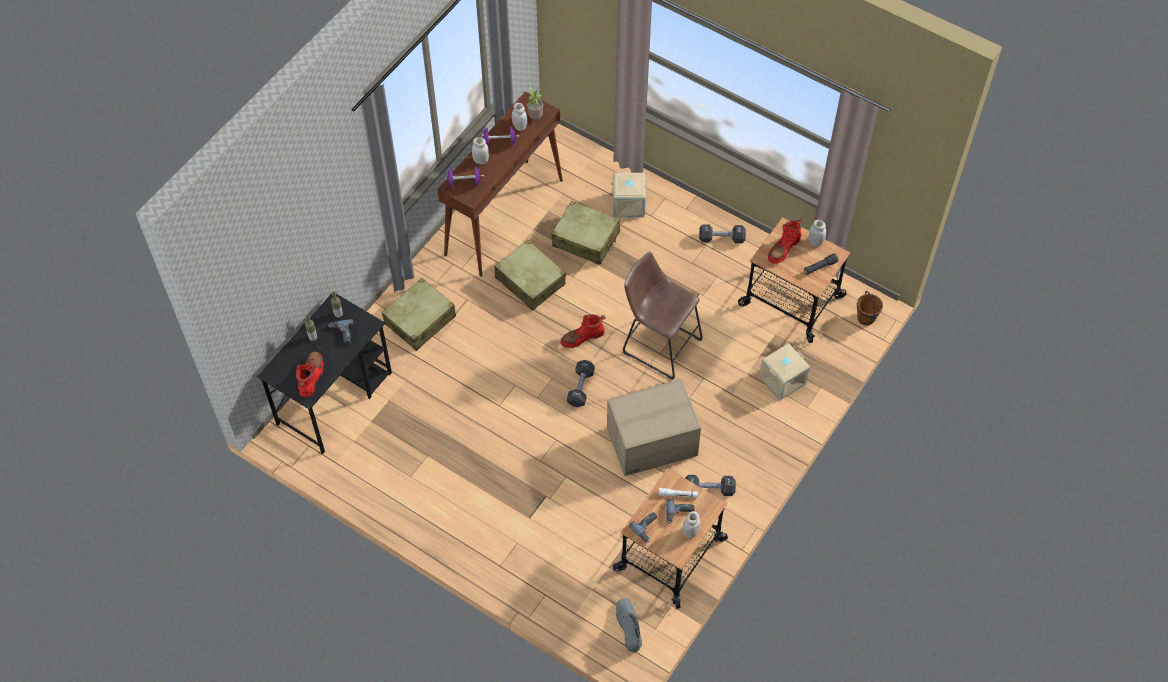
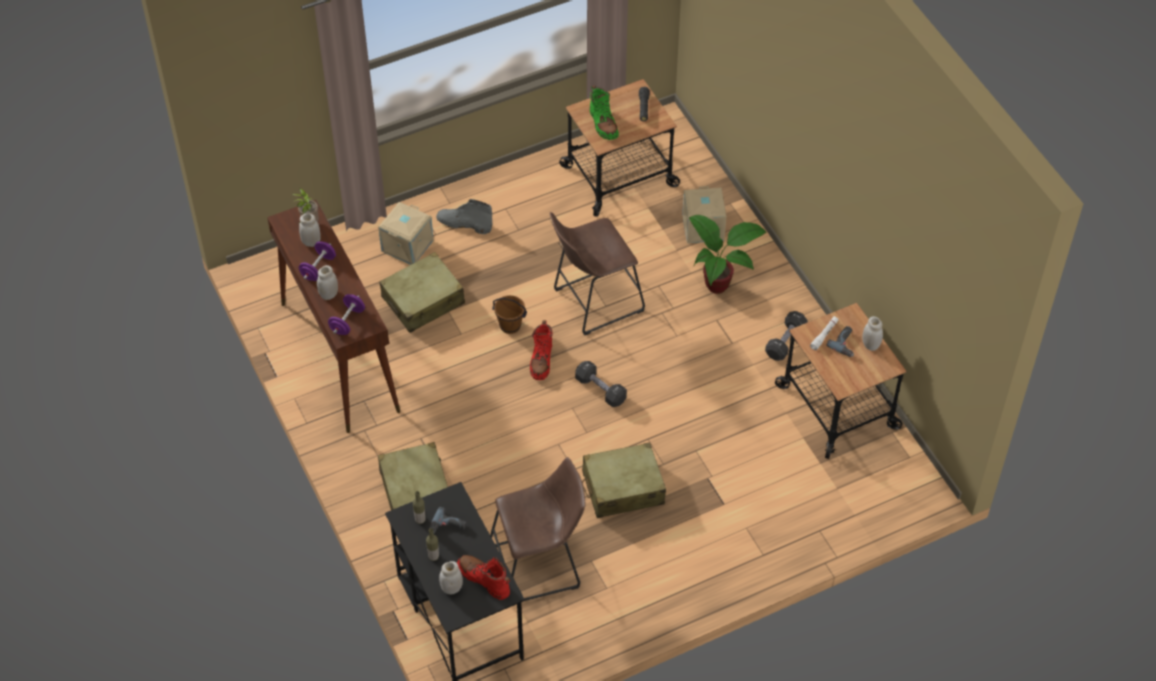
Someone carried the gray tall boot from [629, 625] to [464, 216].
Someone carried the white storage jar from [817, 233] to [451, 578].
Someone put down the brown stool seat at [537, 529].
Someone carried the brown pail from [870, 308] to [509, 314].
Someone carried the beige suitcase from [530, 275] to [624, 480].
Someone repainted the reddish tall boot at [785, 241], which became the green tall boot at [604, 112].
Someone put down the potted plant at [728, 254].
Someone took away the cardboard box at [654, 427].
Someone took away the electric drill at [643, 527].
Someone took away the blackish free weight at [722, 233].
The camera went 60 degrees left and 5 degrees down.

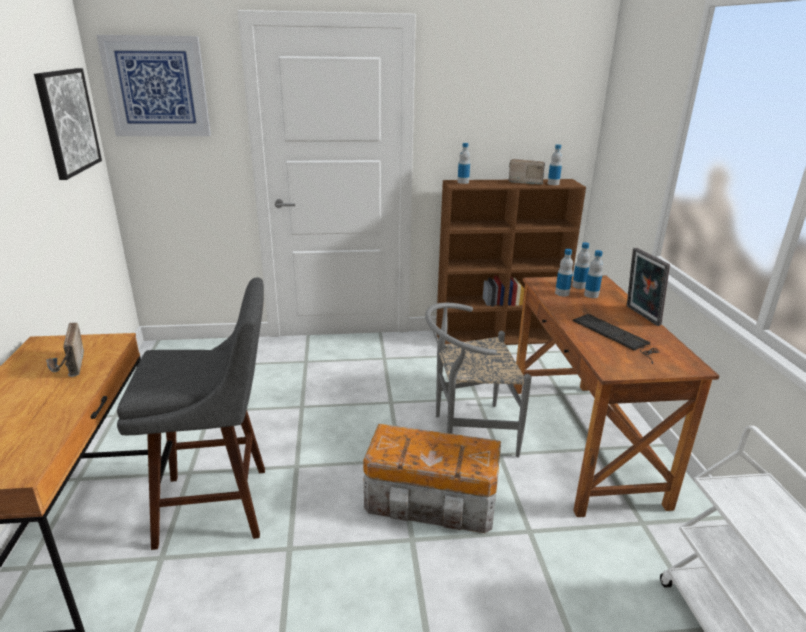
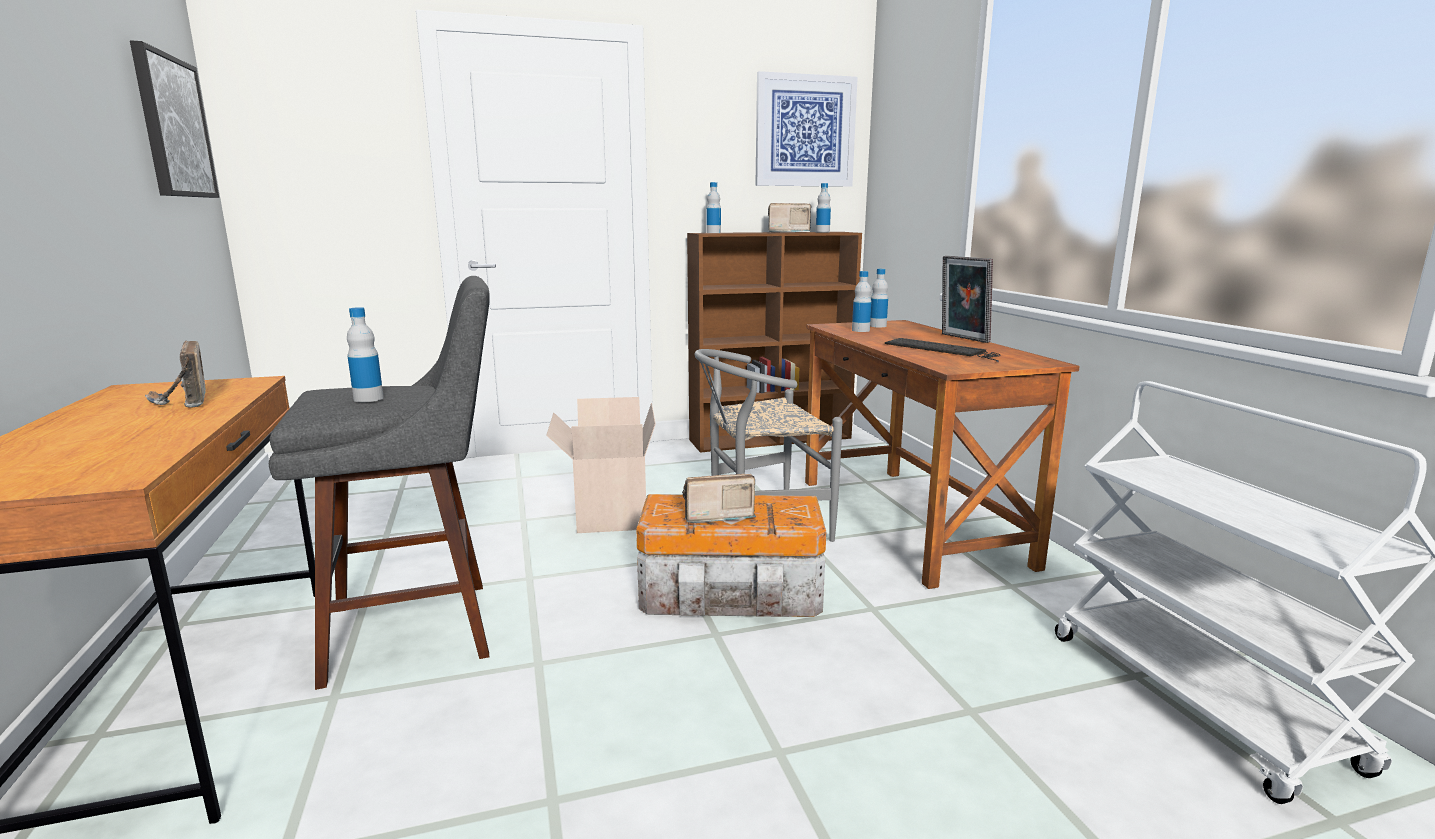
Someone carried the drink bottle from [593, 274] to [365, 354].
Someone put down the cardboard box at [601, 465].
Someone put down the radio receiver at [719, 498].
Someone carried the picture from [153, 85] to [806, 129].
The camera went 10 degrees left and 10 degrees down.

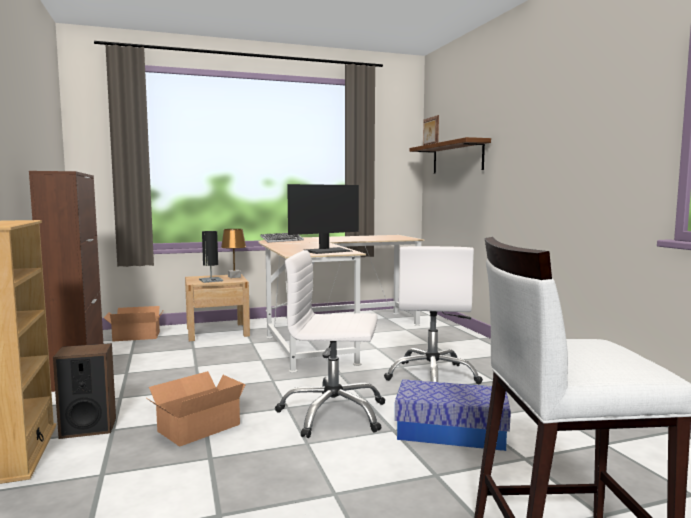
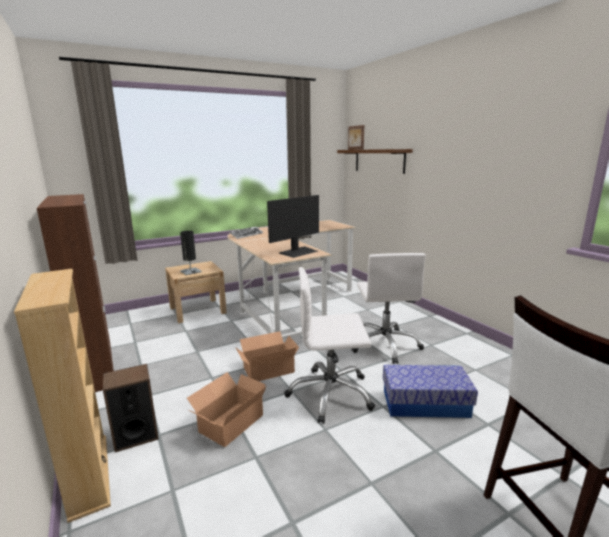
Someone carried the cardboard box from [134, 323] to [267, 356].
Someone took away the brown table lamp at [233, 253].
The camera went 10 degrees left and 10 degrees up.

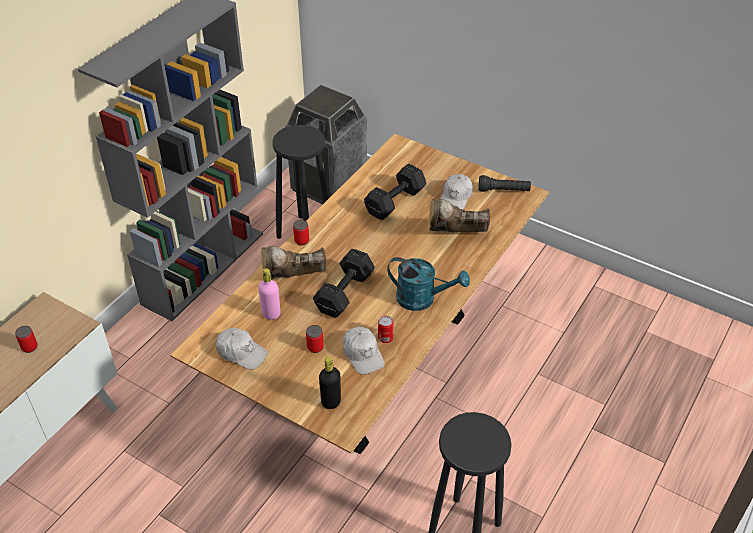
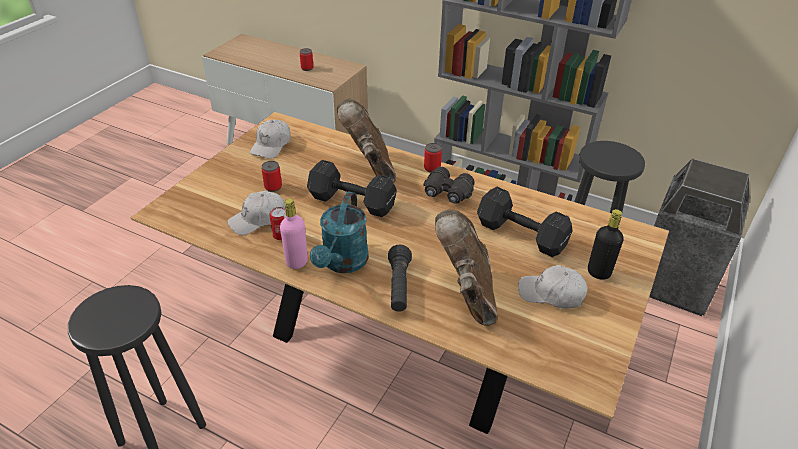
Someone carried the pink-coloured drink bottle from [269, 294] to [294, 233].
Someone carried the blackish torch from [504, 183] to [400, 278].
Someone put down the blackish pair of binoculars at [449, 185].
Someone carried the blackish drink bottle from [330, 383] to [606, 244].
The camera went 85 degrees right and 5 degrees down.

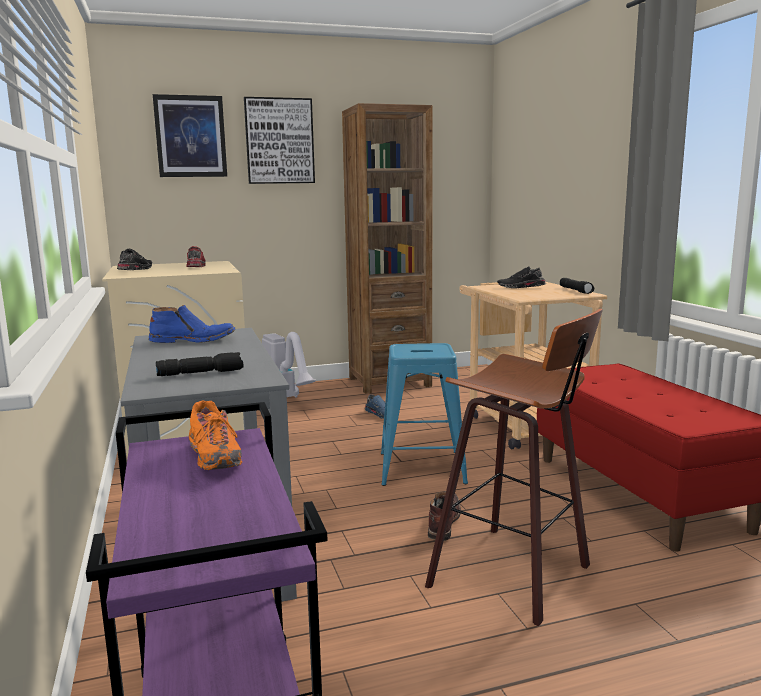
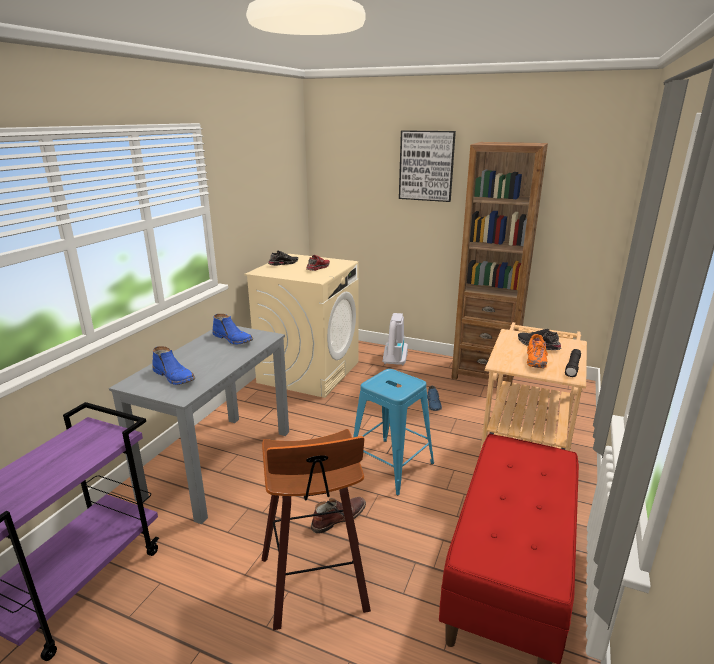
Someone swapped the blackish torch at [199, 364] for the blue-coloured tall boot at [173, 365].
Someone carried the orange shoe from [215, 435] to [537, 351].
Someone took away the picture at [190, 135].
The camera went 40 degrees right and 10 degrees up.

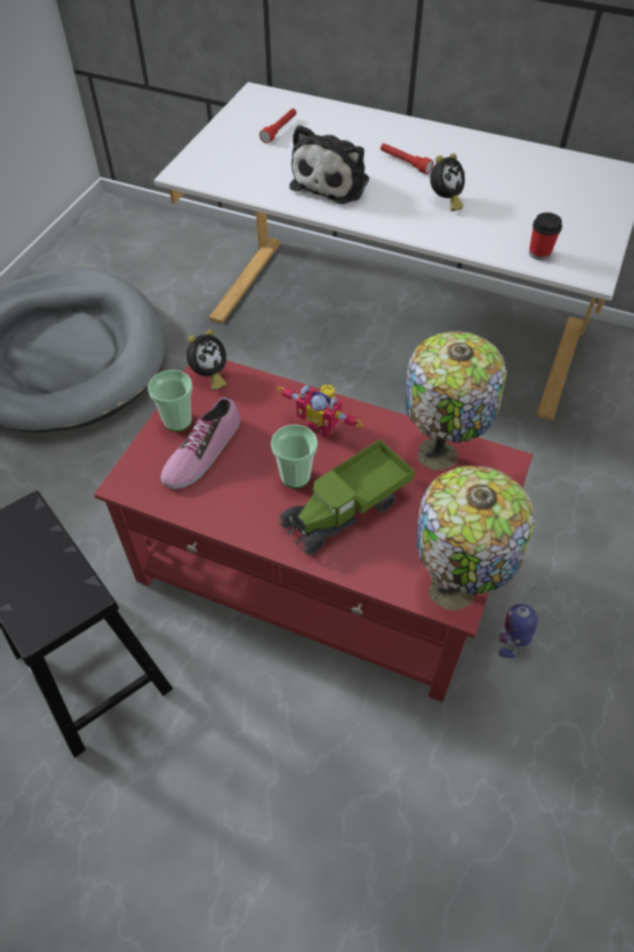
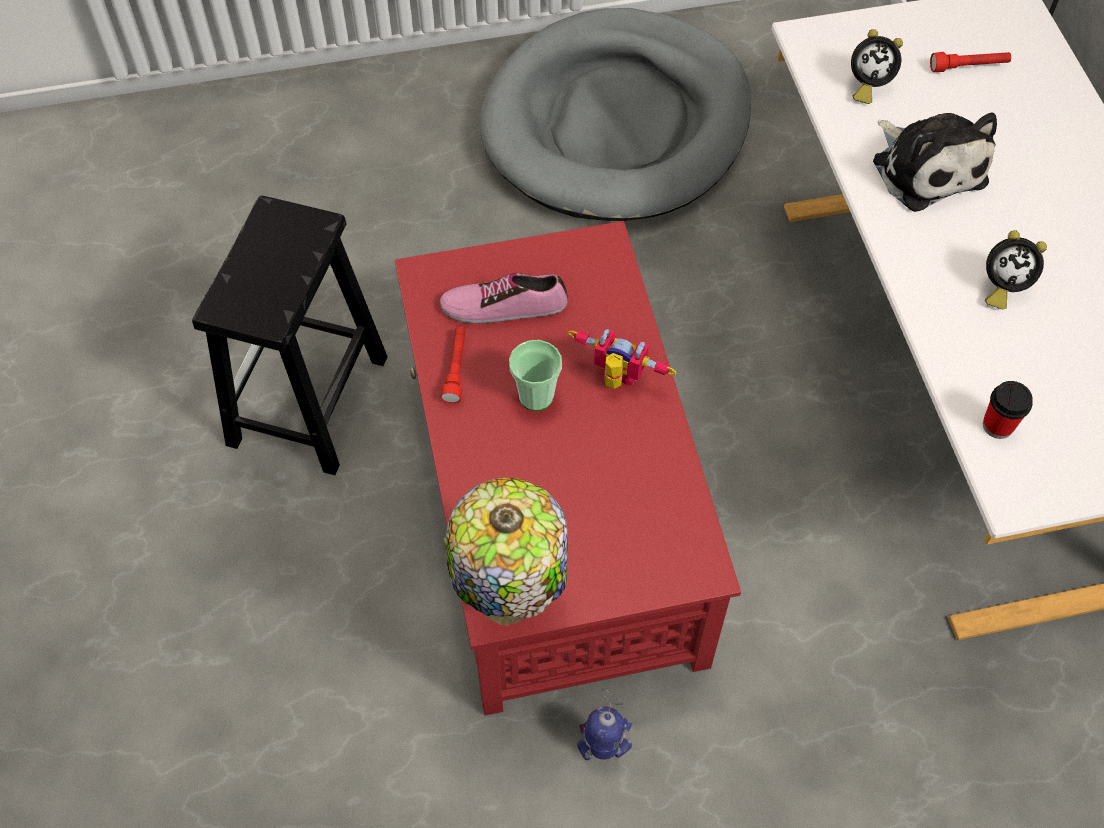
Someone carried the reddish torch from [407, 158] to [453, 365].
Someone rotated the robot figure at [320, 411] by 120 degrees clockwise.
Someone carried the alarm clock from [206, 359] to [877, 66].
Someone rotated the soft toy at [329, 164] by 105 degrees counterclockwise.
Someone took away the drinking cup at [170, 400].
Someone took away the toy truck at [347, 497].
Someone took away the table lamp at [456, 400].
The camera went 55 degrees right and 5 degrees up.

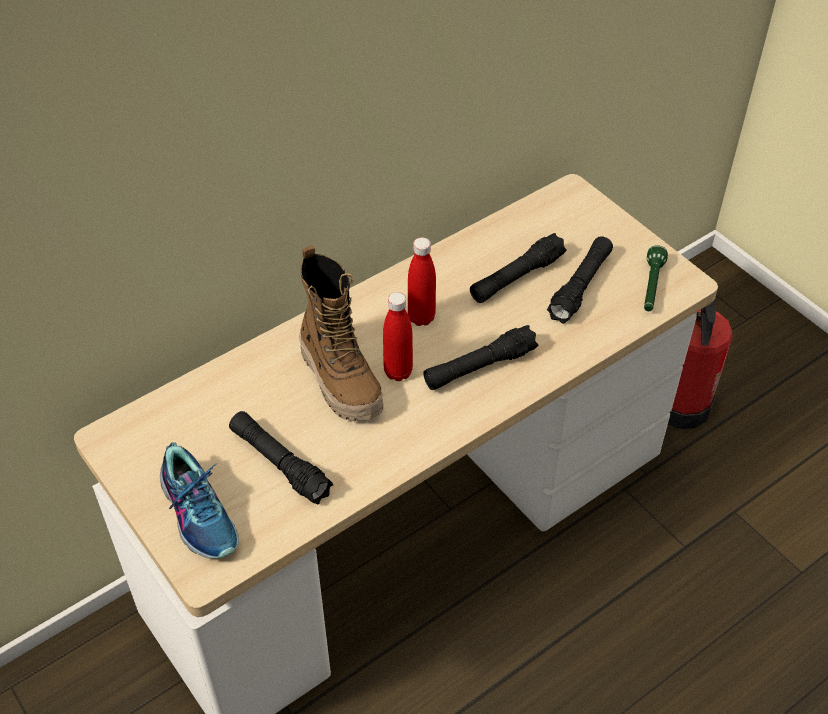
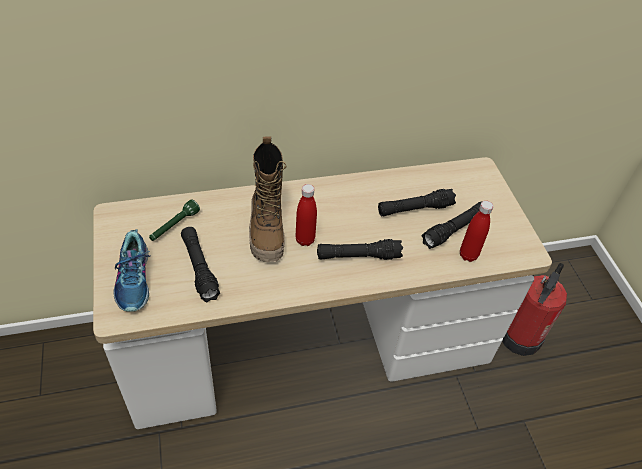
Someone carried the green torch from [656, 278] to [174, 220].
Someone carried the reddish drink bottle from [422, 281] to [477, 231].
The camera went 20 degrees right and 0 degrees up.

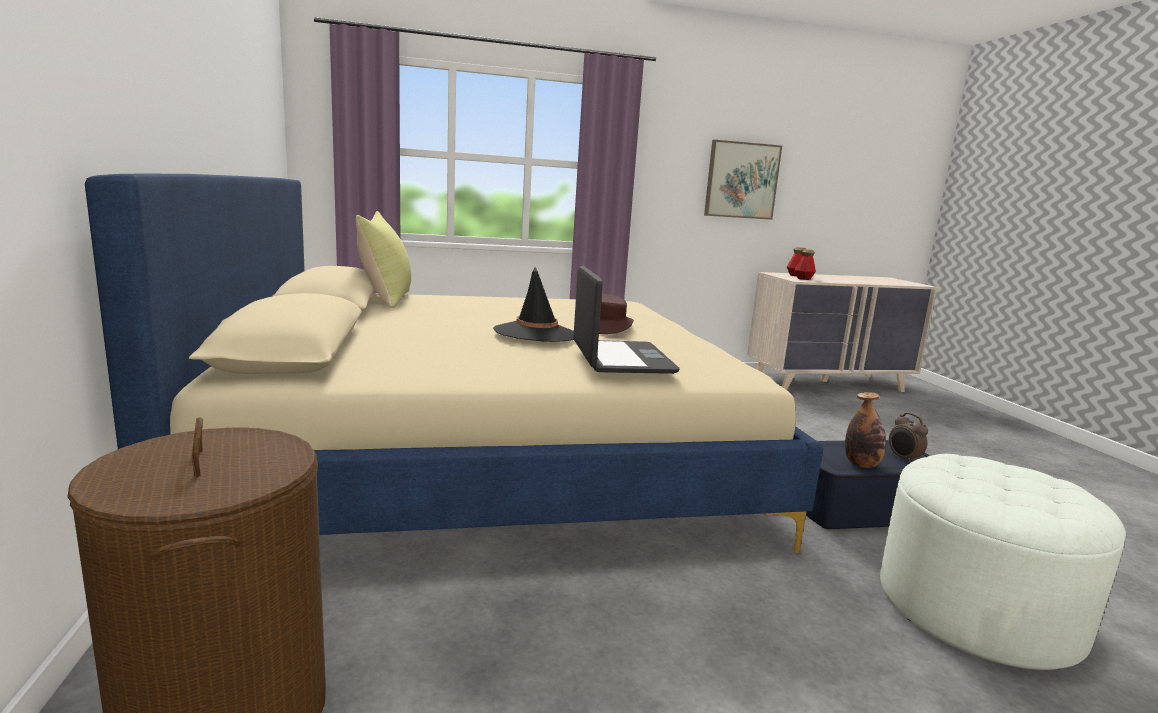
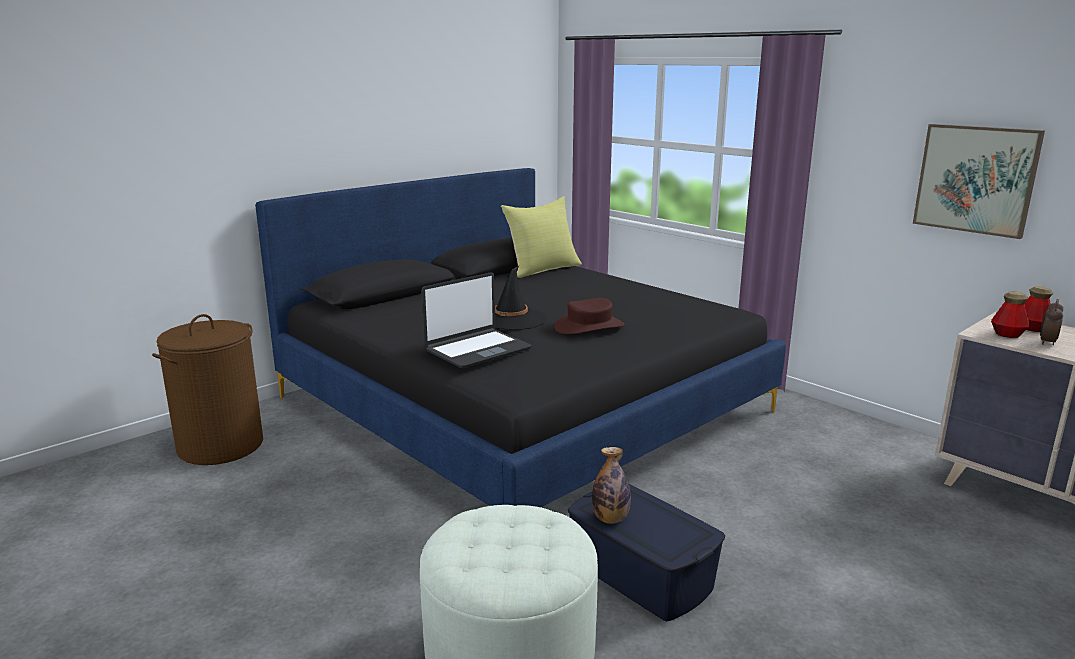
Someone repainted the beige sleeping bed at [454, 363], which became the blackish sleeping bed at [520, 337].
Someone carried the alarm clock from [908, 438] to [1051, 322].
The camera went 60 degrees right and 5 degrees up.

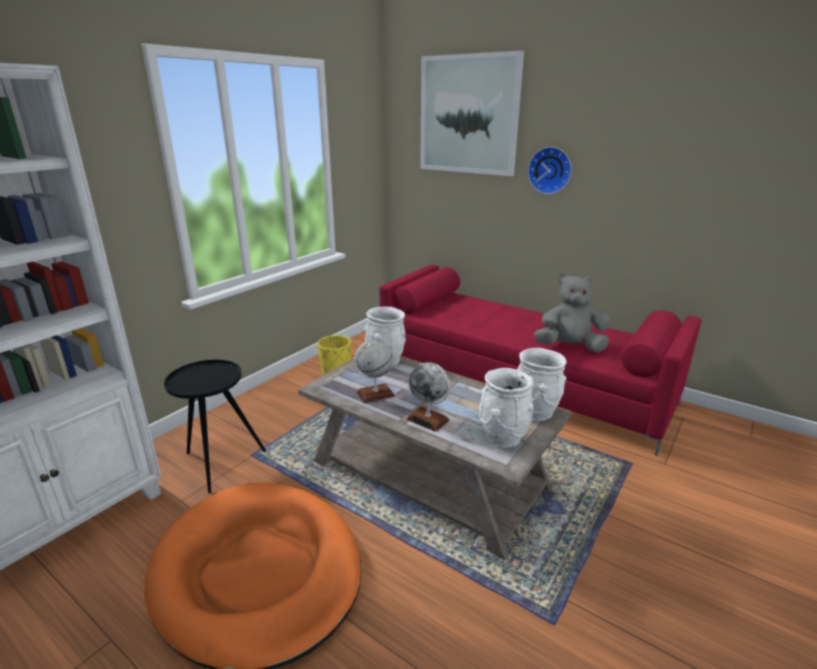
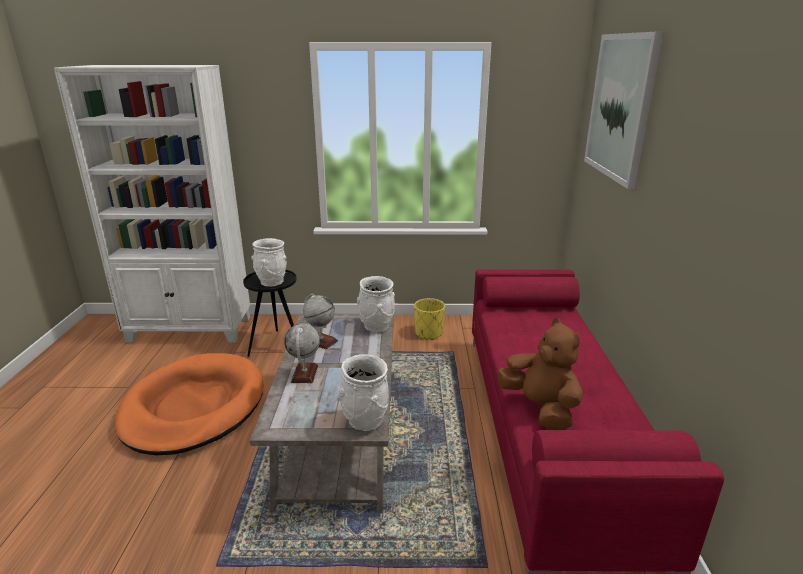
Someone carried the white vase from [506, 408] to [269, 262].
Someone repainted the gray soft toy at [572, 313], which became the brown soft toy at [540, 374].
Someone took away the wall clock at [550, 170].
The camera went 55 degrees right and 0 degrees up.

